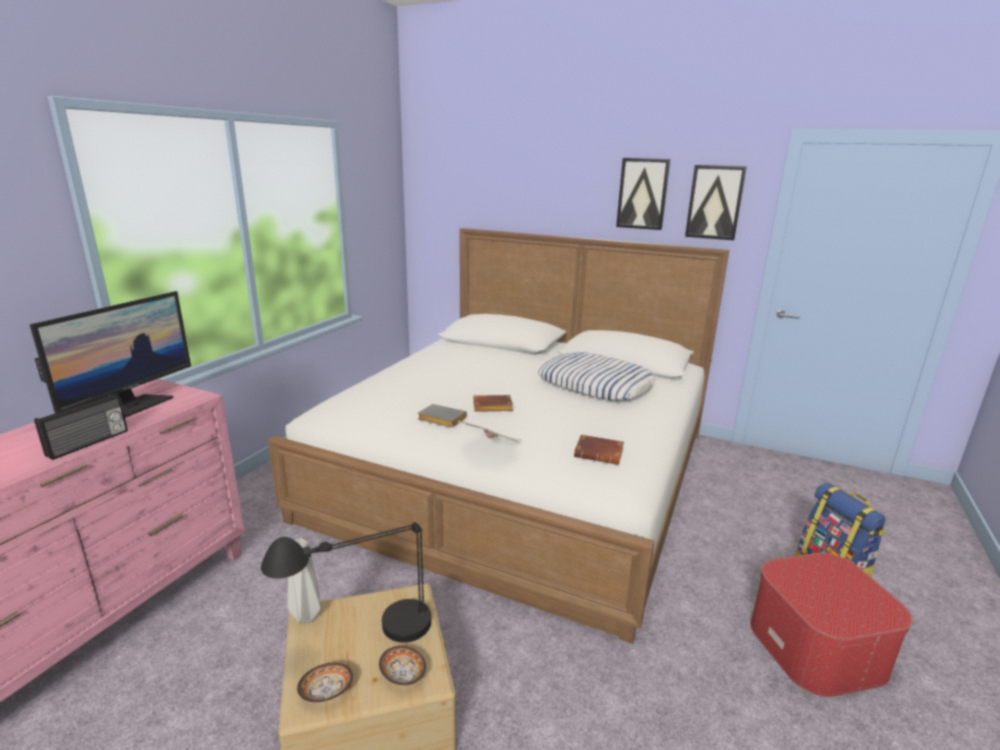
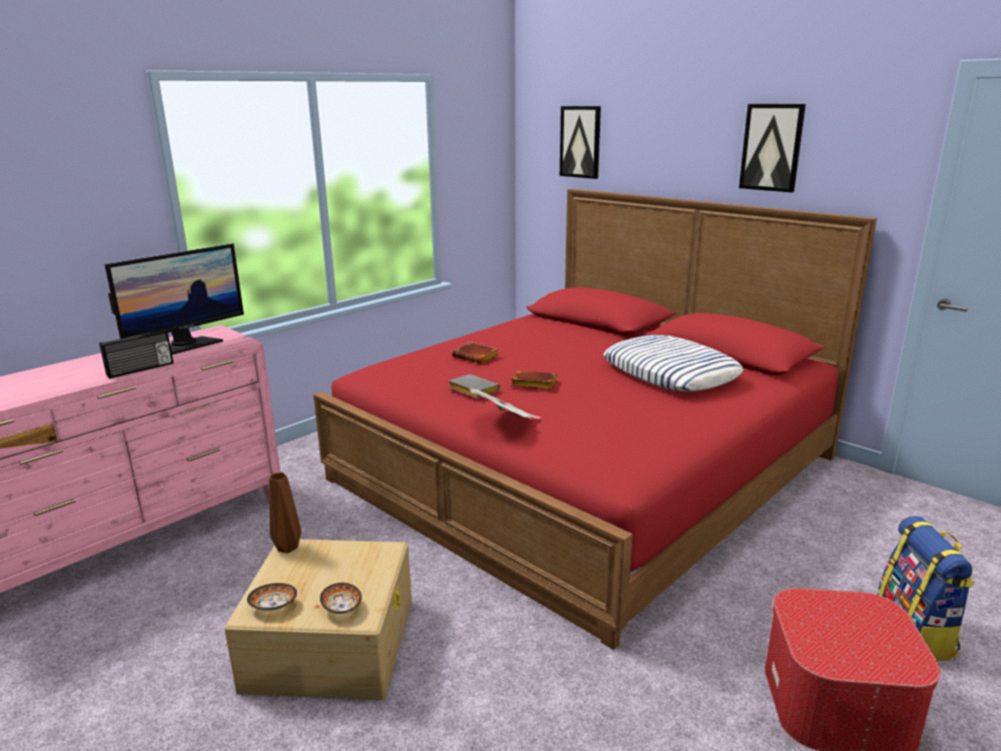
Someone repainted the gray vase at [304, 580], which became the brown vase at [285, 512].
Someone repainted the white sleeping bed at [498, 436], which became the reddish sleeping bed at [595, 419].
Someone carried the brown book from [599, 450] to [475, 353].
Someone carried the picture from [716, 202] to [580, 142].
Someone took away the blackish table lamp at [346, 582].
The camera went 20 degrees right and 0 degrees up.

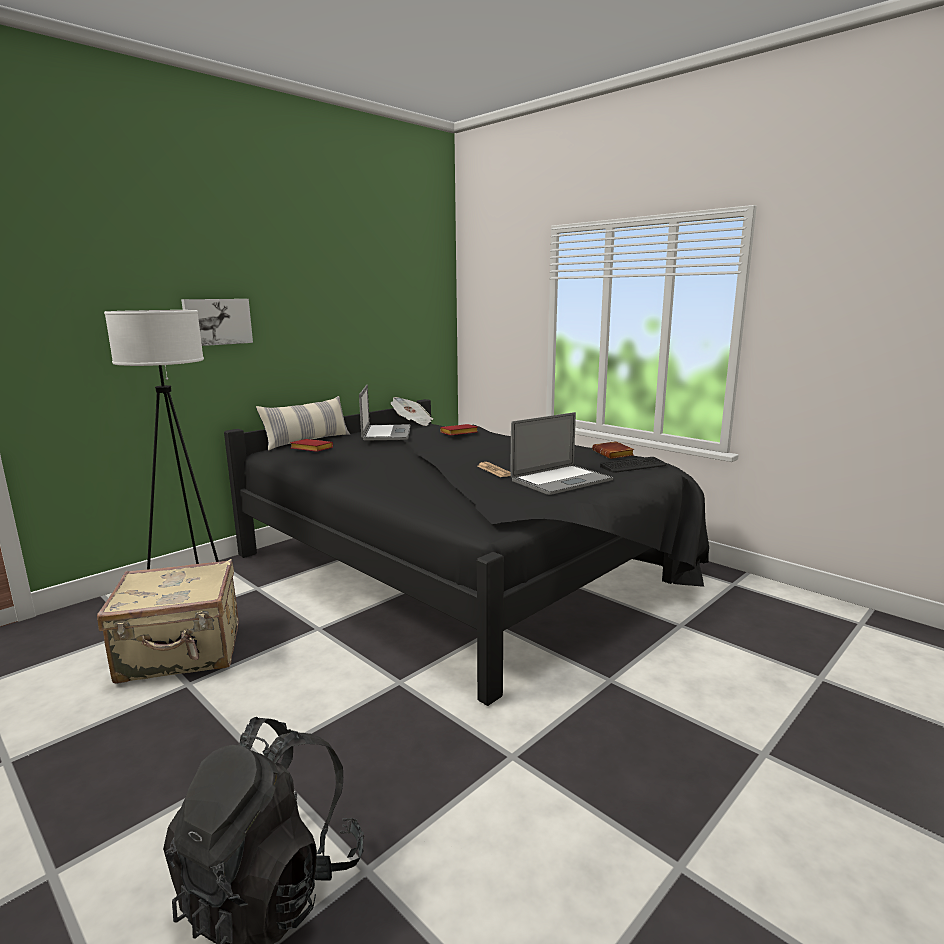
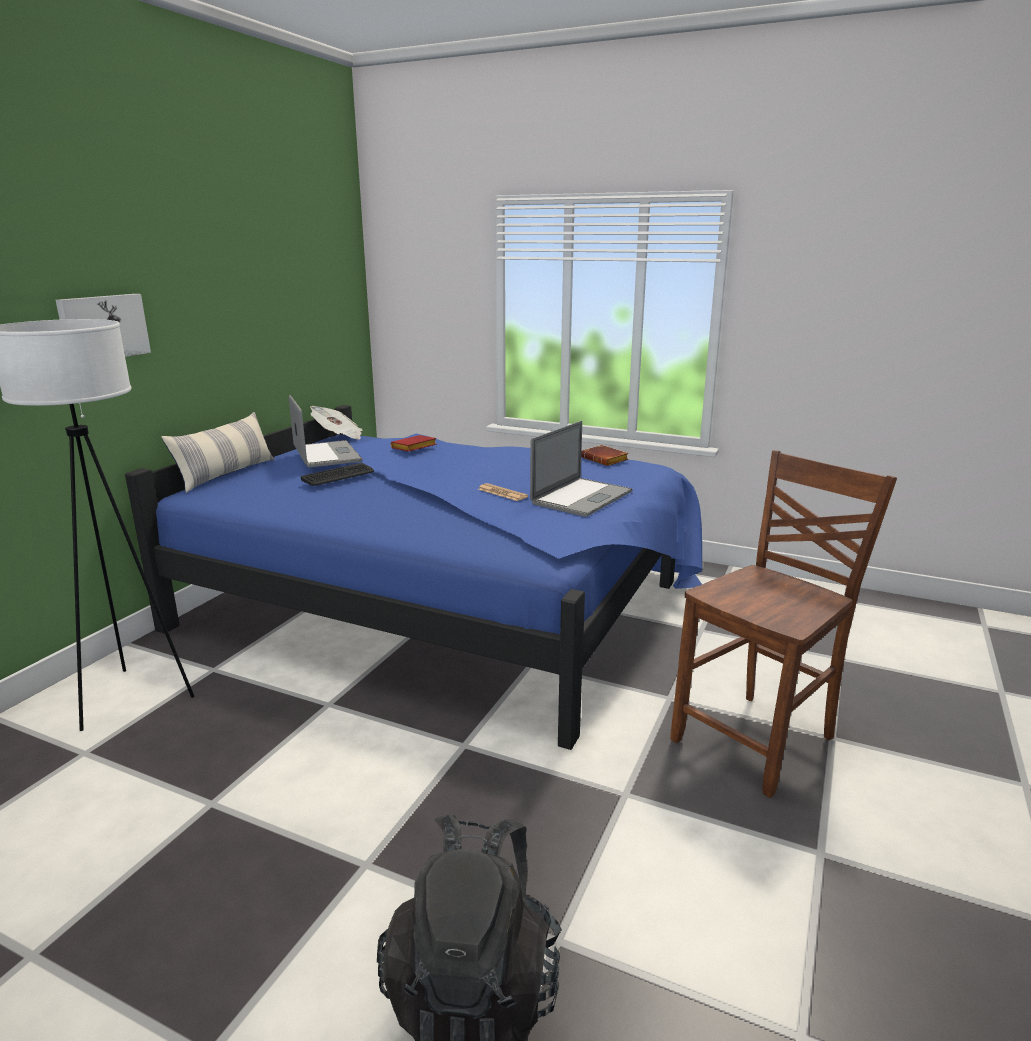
Someone repainted the blackish sleeping bed at [466, 552], which became the blue-coloured sleeping bed at [413, 577].
Someone carried the PC keyboard from [633, 464] to [337, 474].
Someone put down the brown plain chair at [783, 624].
Someone took away the beige suitcase at [168, 621].
Someone took away the reddish book at [311, 445].
The camera went 20 degrees left and 5 degrees up.

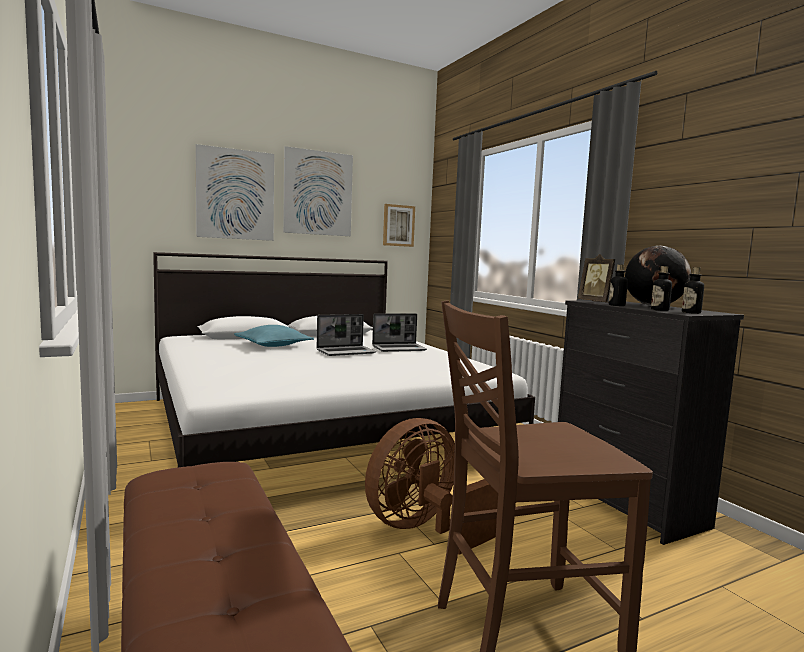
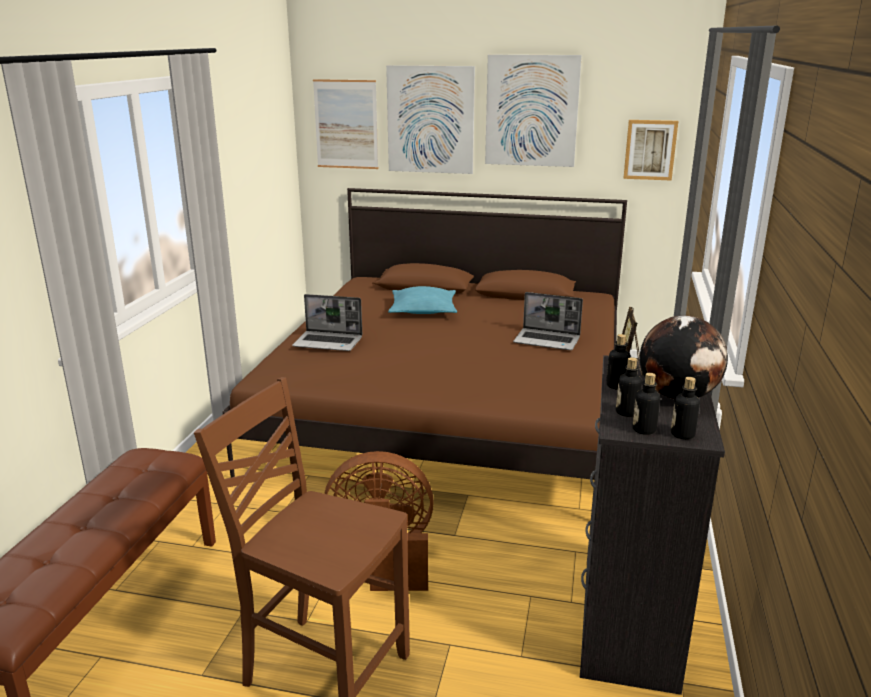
Someone repainted the white sleeping bed at [344, 359], which became the brown sleeping bed at [424, 334].
Someone carried the laptop from [346, 335] to [327, 322].
Someone put up the picture at [345, 124].
Someone put down the drink bottle at [685, 408].
The camera went 40 degrees right and 15 degrees up.

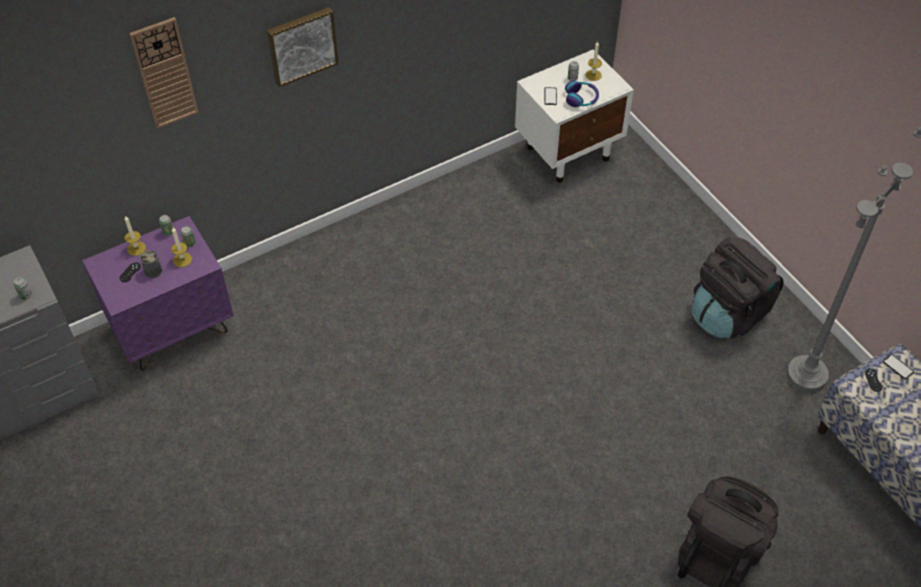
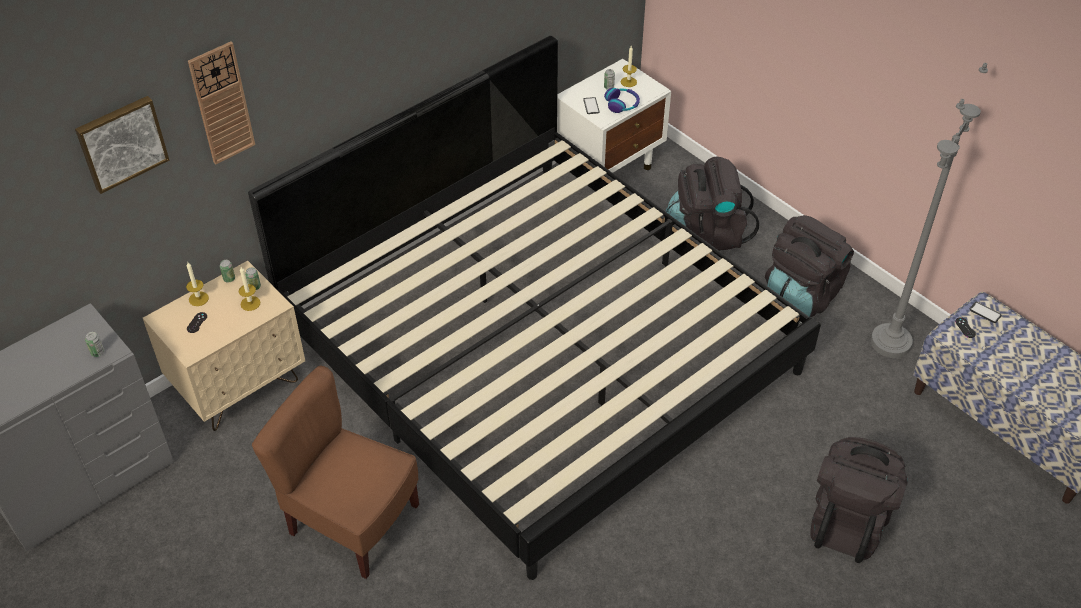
Someone carried the picture from [303, 47] to [122, 145].
Someone repainted the purple bedside table at [158, 293], which became the beige bedside table at [224, 346].
Someone put down the sleeping bed at [534, 308].
Someone put down the brown plain chair at [335, 472].
Someone put down the blackish backpack at [712, 204].
Someone took away the can at [151, 264].
The camera went 10 degrees left and 5 degrees down.

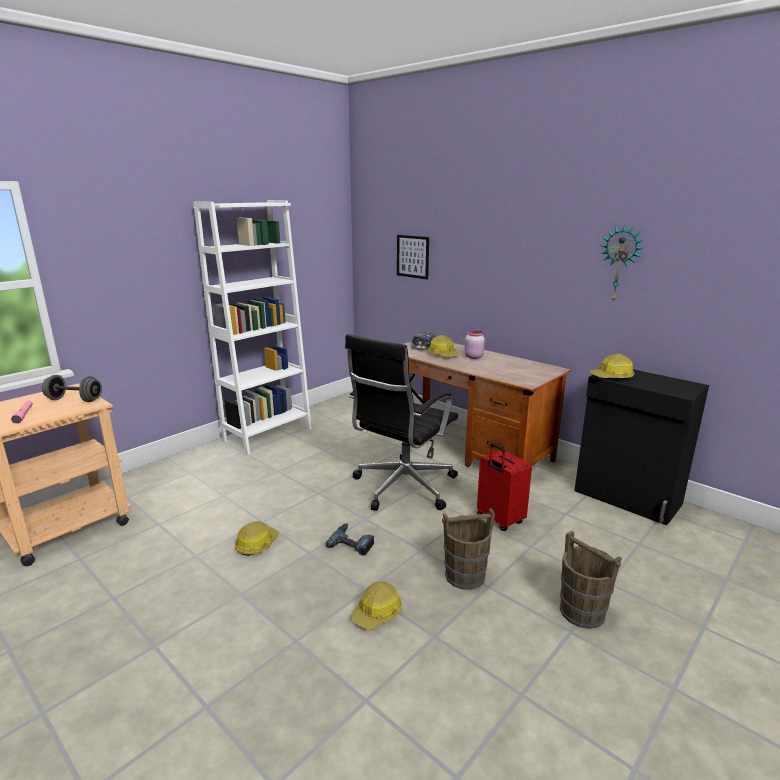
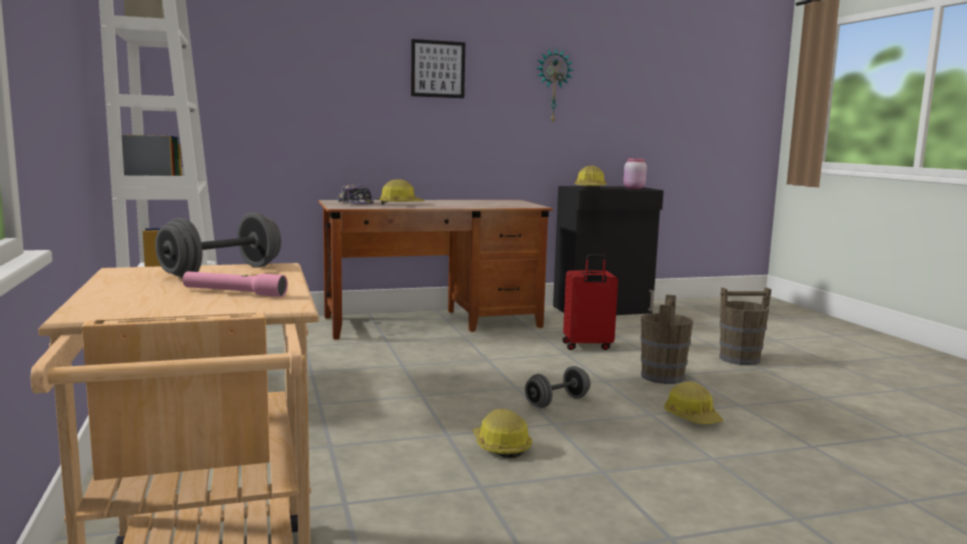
Someone carried the picture from [413, 257] to [438, 68].
Someone swapped the electric drill at [350, 539] for the gray free weight at [557, 387].
Someone carried the pink-coloured storage jar from [474, 344] to [635, 173].
Someone took away the blackish computer chair at [401, 422].
The camera went 60 degrees left and 10 degrees down.

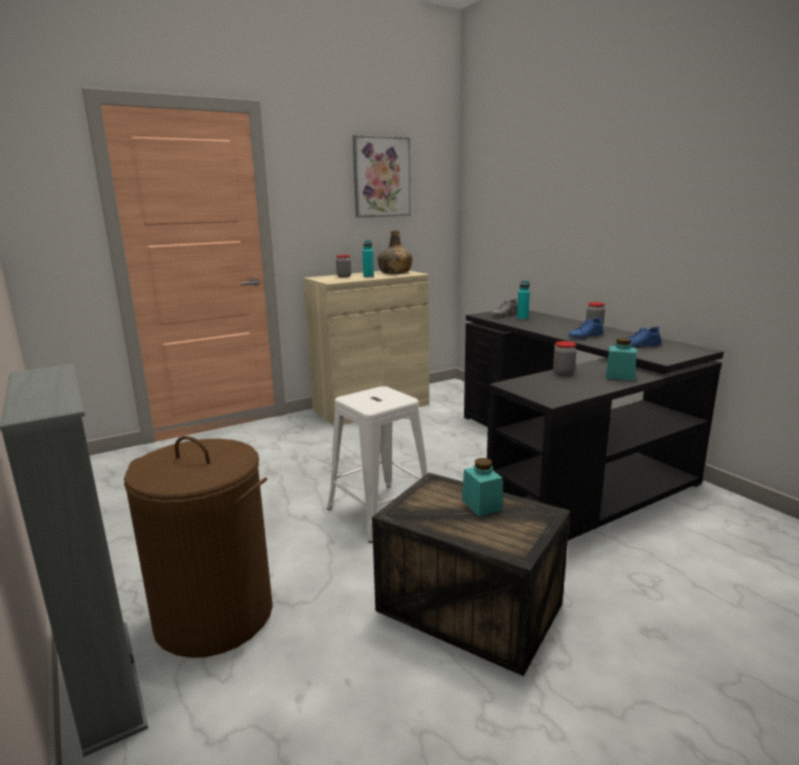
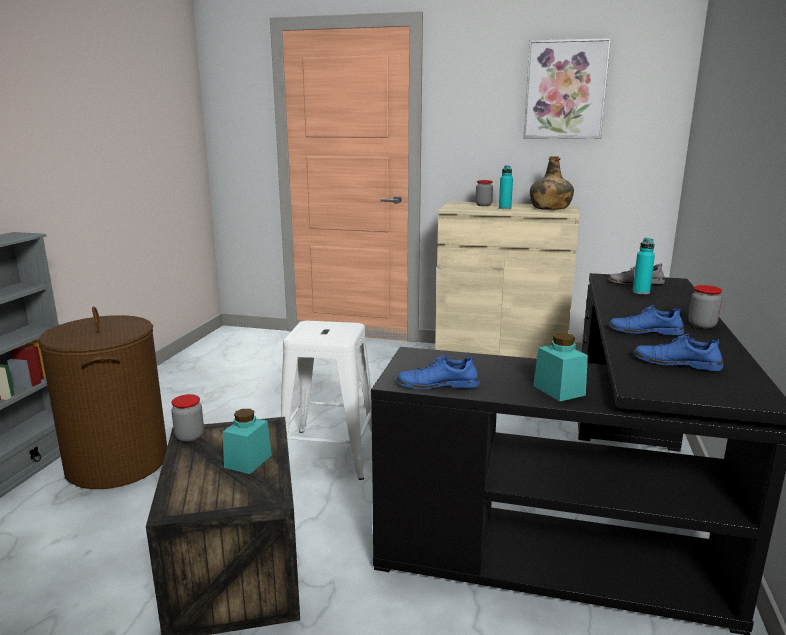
Someone carried the storage jar from [564, 358] to [187, 418].
Someone put down the blue-coloured shoe at [438, 371].
The camera went 45 degrees right and 0 degrees up.

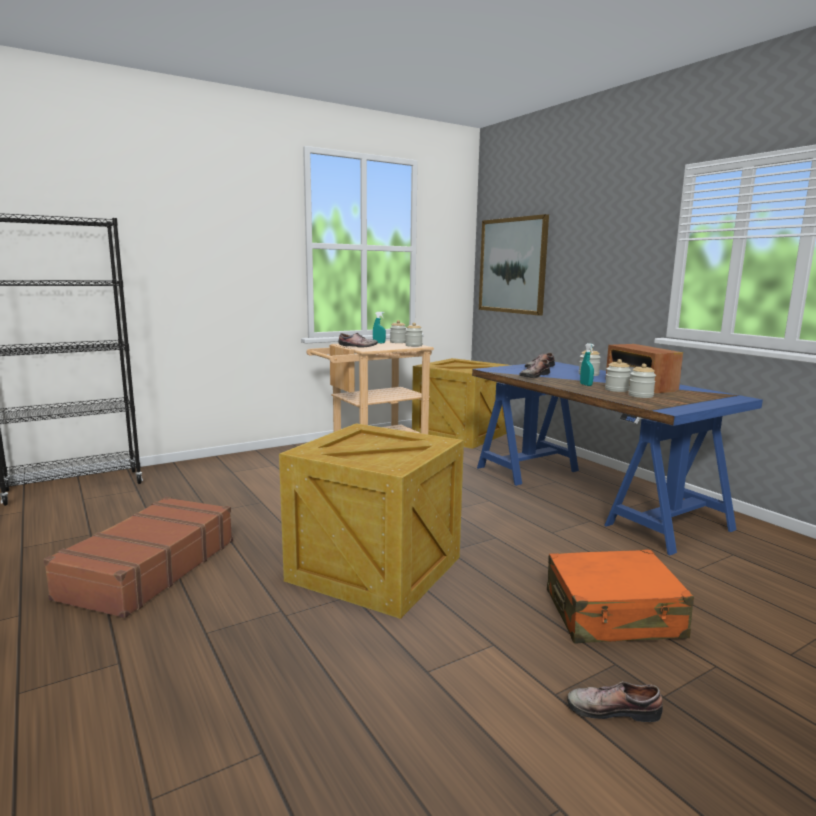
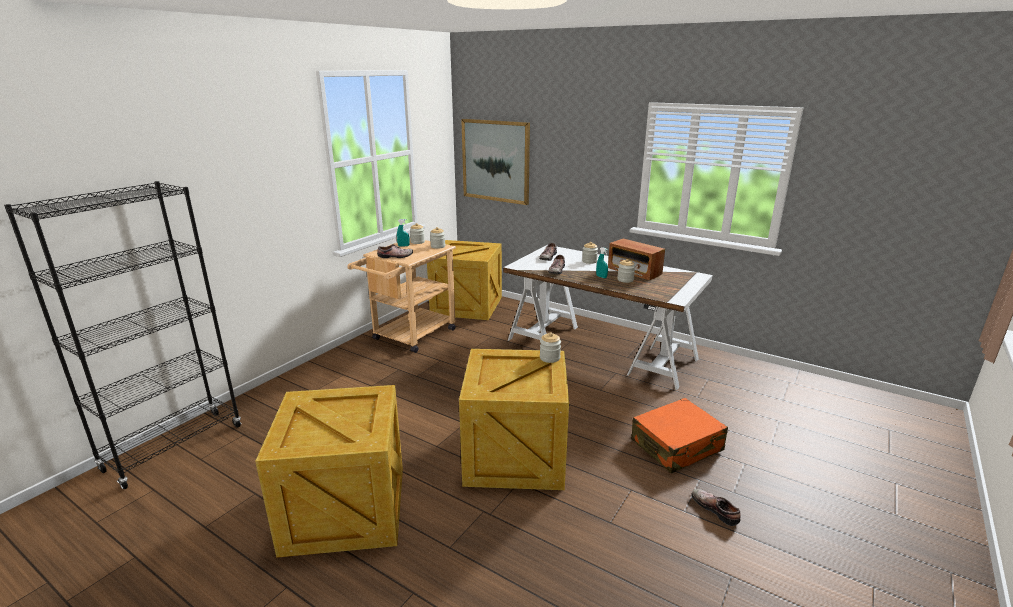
Someone swapped the brown suitcase at [138, 557] for the shipping crate at [329, 471].
Someone repainted the blue-coloured desk unit at [617, 458], which became the white desk unit at [608, 317].
Someone carried the storage jar from [642, 381] to [550, 348].
Someone rotated the shoe at [615, 701] by 75 degrees clockwise.
The camera went 25 degrees left and 10 degrees up.

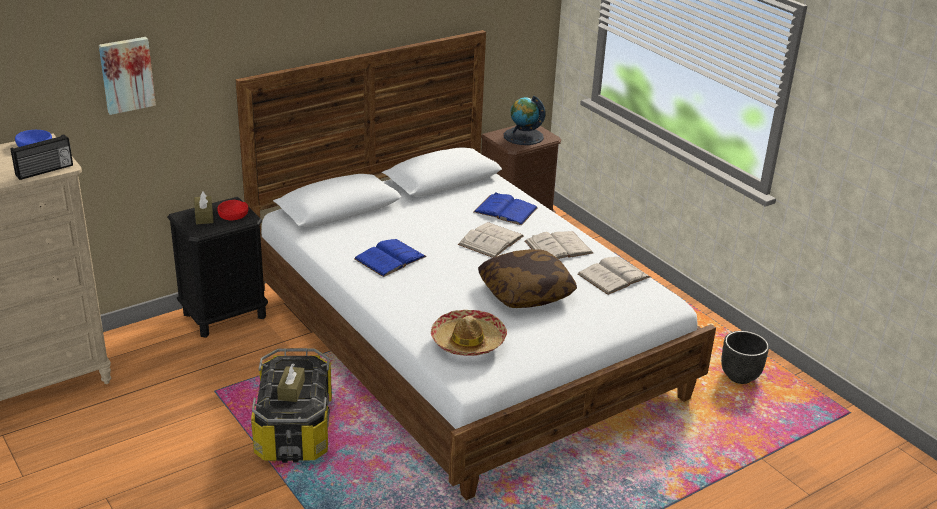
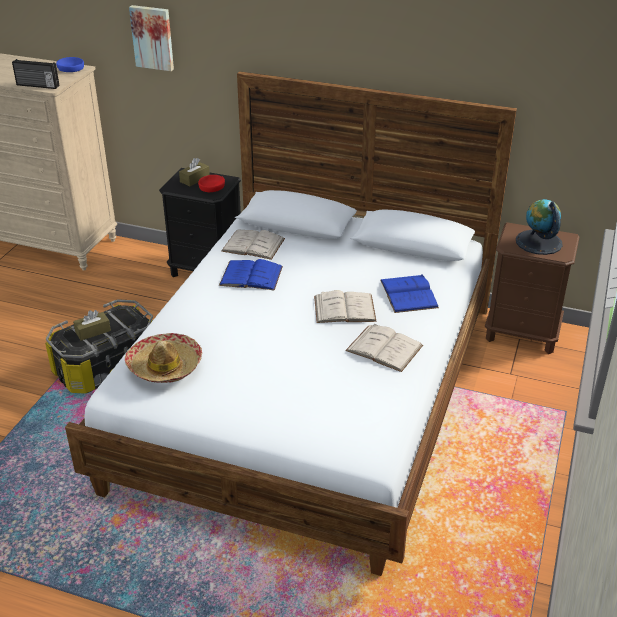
Someone carried the white book from [614, 276] to [253, 245].
Someone took away the cushion at [527, 278].
Someone took away the blackish flower pot at [745, 357].
The camera went 55 degrees right and 5 degrees up.

